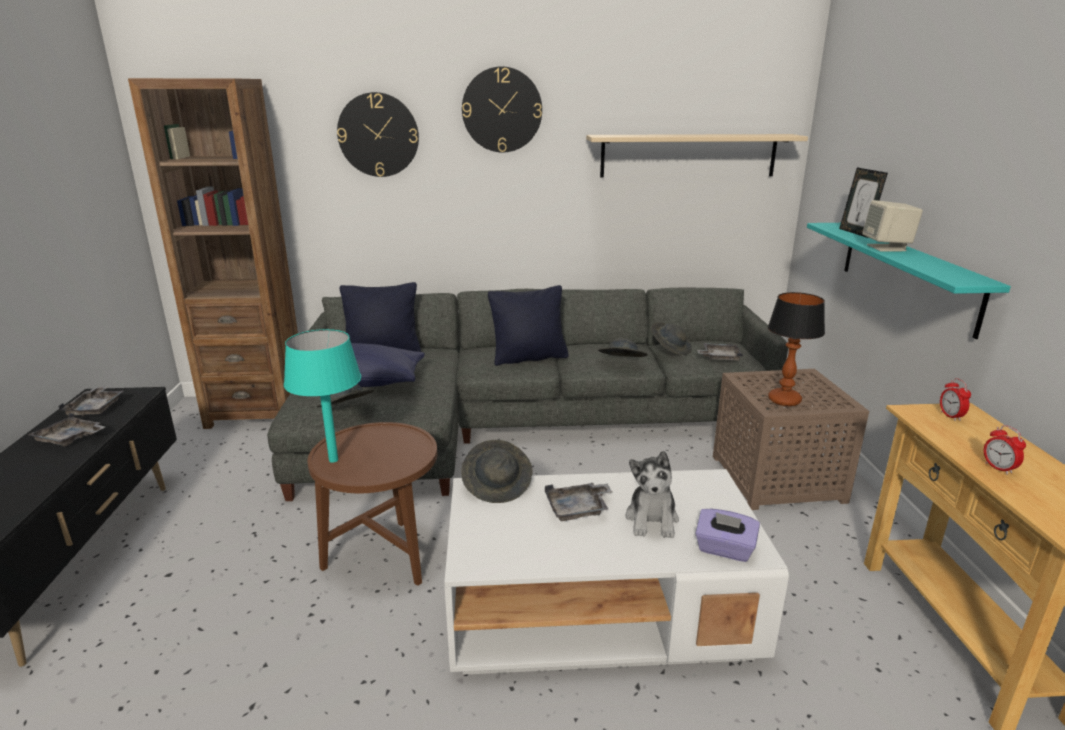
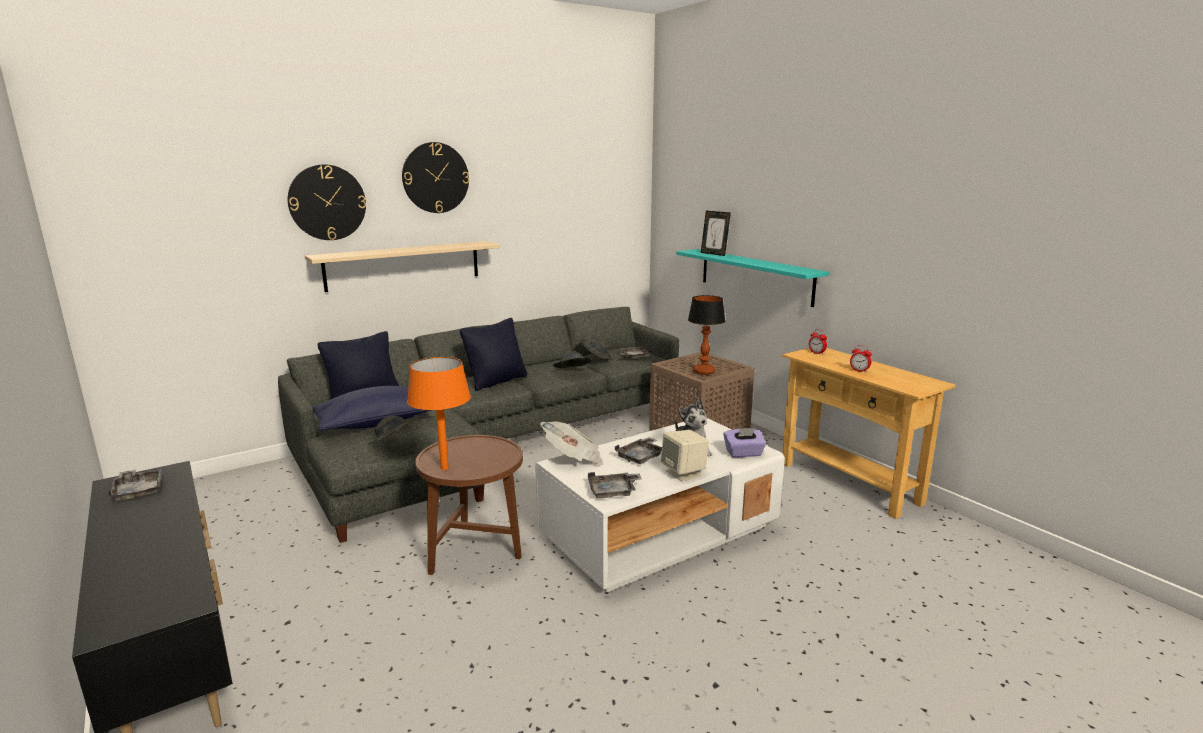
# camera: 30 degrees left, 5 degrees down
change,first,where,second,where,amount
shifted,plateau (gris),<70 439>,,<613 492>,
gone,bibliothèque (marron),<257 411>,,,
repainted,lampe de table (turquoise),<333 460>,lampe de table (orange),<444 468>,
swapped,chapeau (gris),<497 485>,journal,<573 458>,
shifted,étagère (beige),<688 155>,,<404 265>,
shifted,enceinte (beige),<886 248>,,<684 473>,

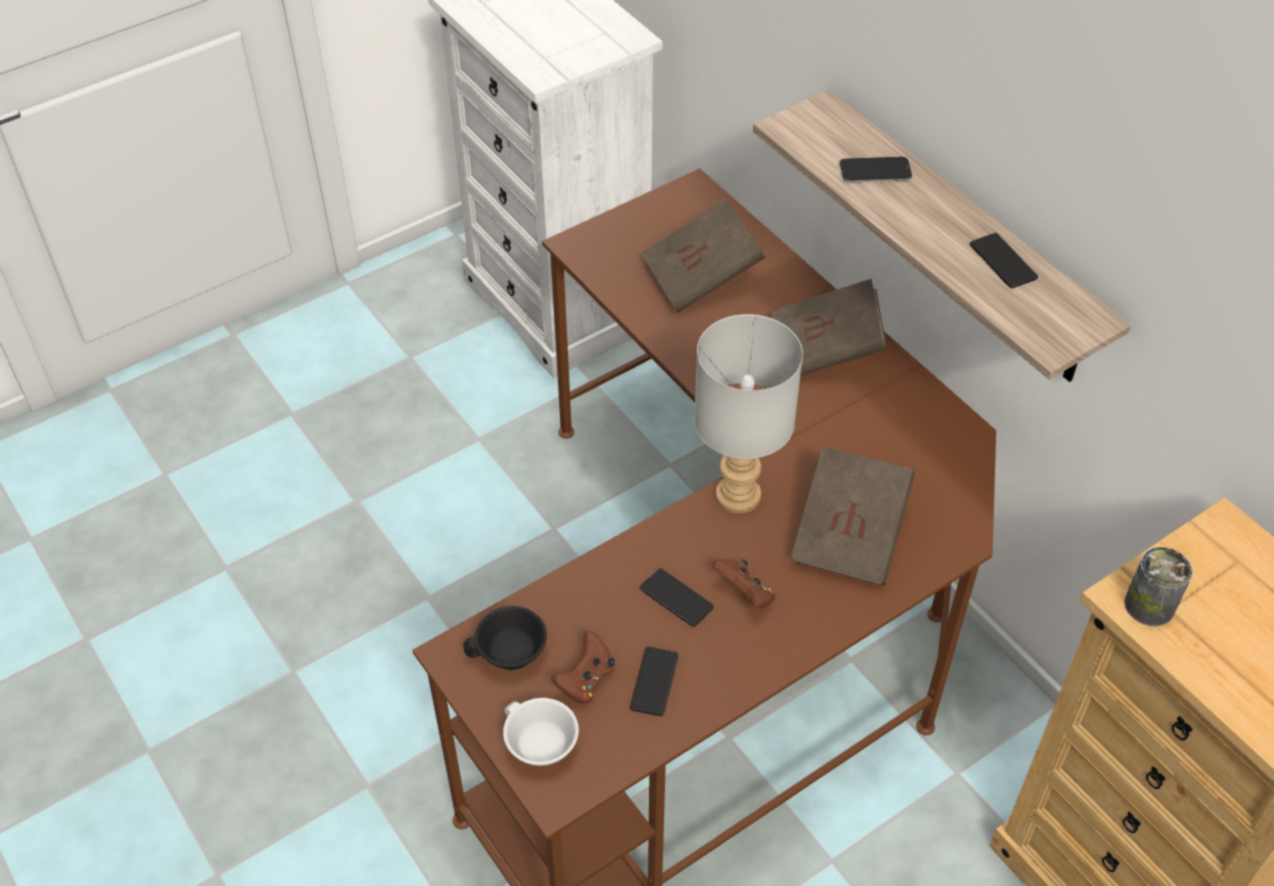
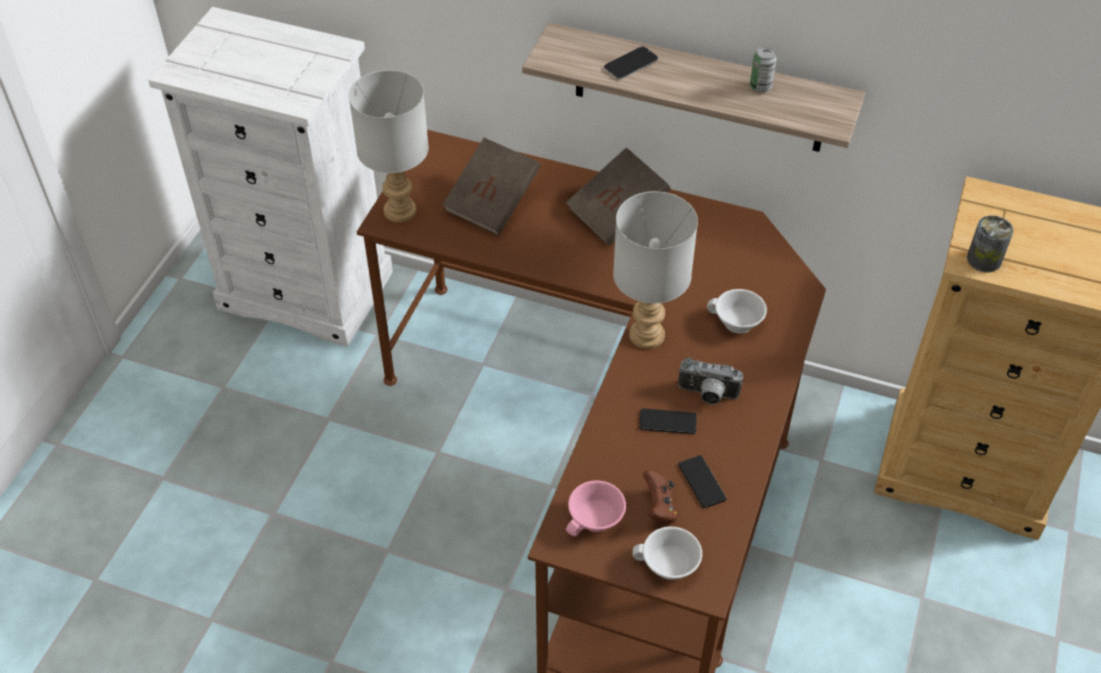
# camera: 35 degrees left, 0 degrees up
change,first,where,second,where,amount
repainted,tasse (noir),<510 655>,tasse (rose),<596 520>,
swapped,manette (marron),<745 594>,appareil photo,<707 395>,
swapped,livre (marron),<849 535>,tasse (blanc),<736 323>,
swapped,téléphone,<1003 261>,boîte métallique,<760 87>,
new,,,lampe de table (gris),<401 210>,

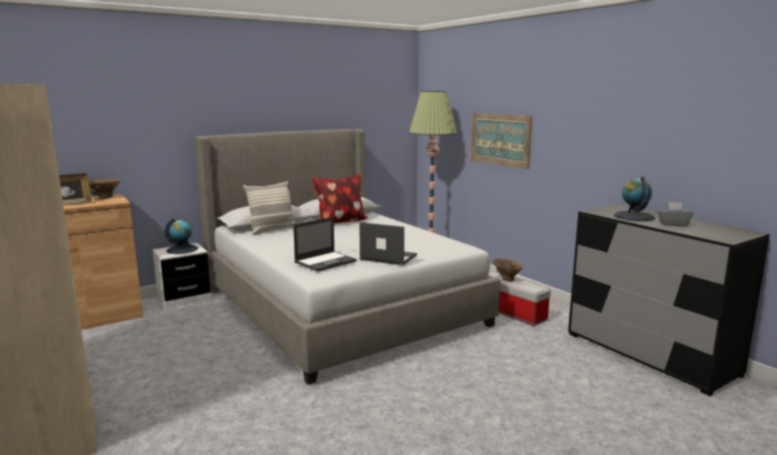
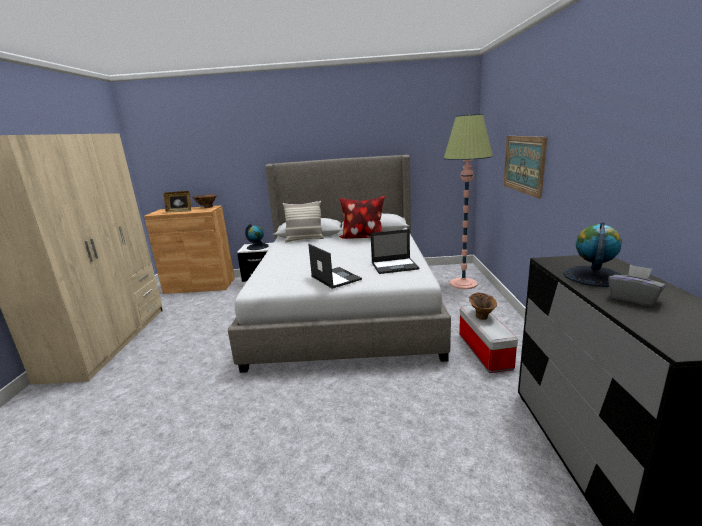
# camera: 35 degrees right, 5 degrees up
change,first,where,second,where,amount
shifted,ordinateur portable,<326 261>,,<395 266>,

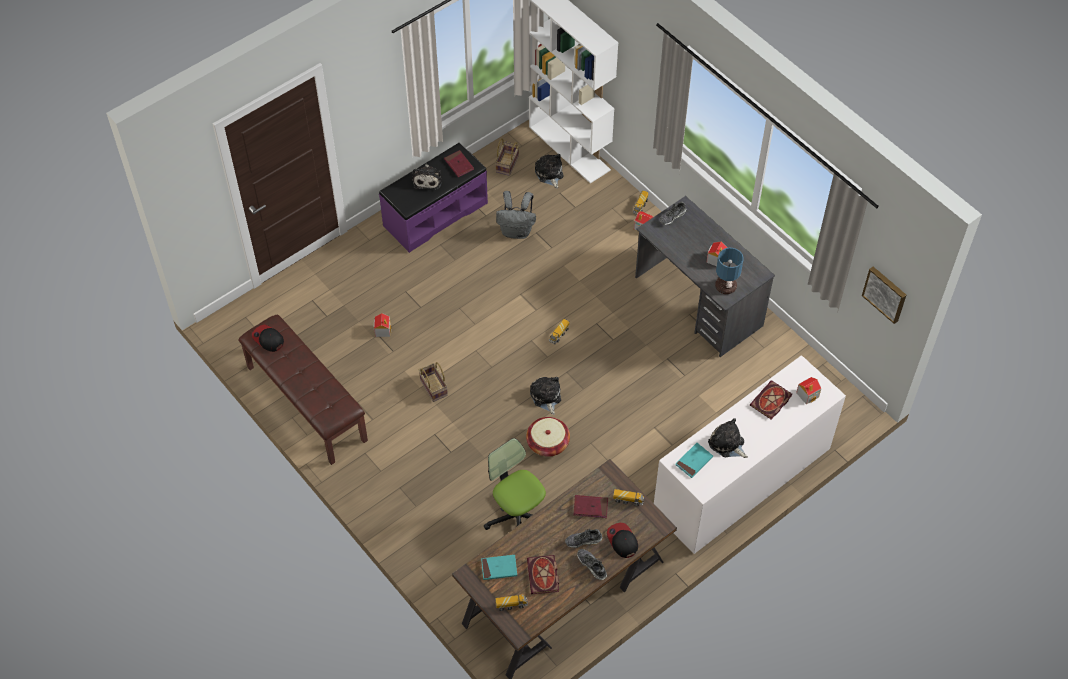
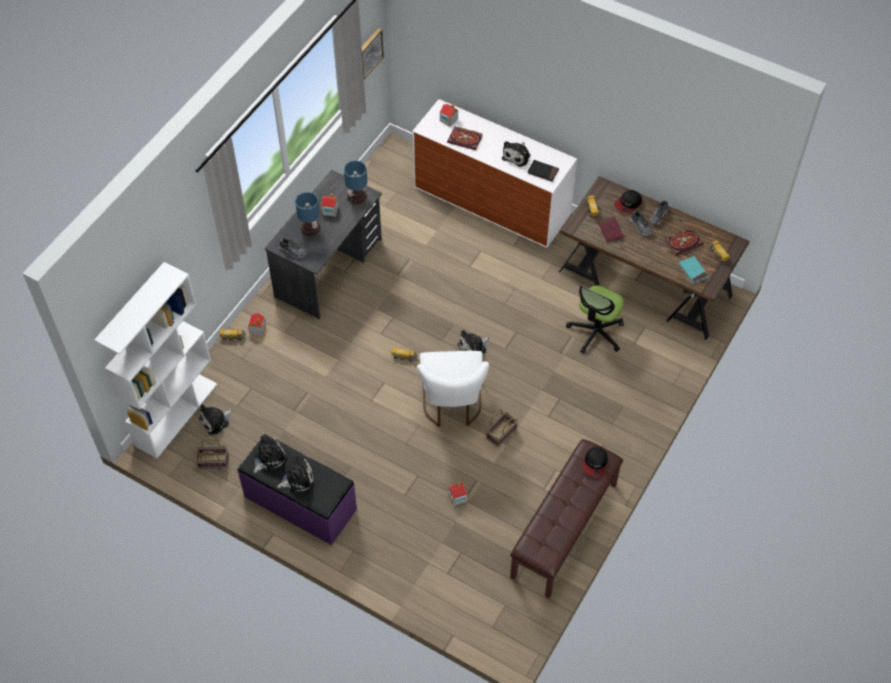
# camera: 110 degrees left, 0 degrees up
change,first,where,second,where,amount
shifted,casquette,<268 339>,,<595 463>,
swapped,livre (rouge),<459 165>,peluche,<269 457>,
gone,sac à dos (gris),<517 231>,,,
gone,panier,<548 443>,,,
repainted,livre (turquoise),<694 461>,livre (noir),<543 171>,
new,,,lampe de table,<309 229>,
new,,,chaise (blanc),<452 405>,

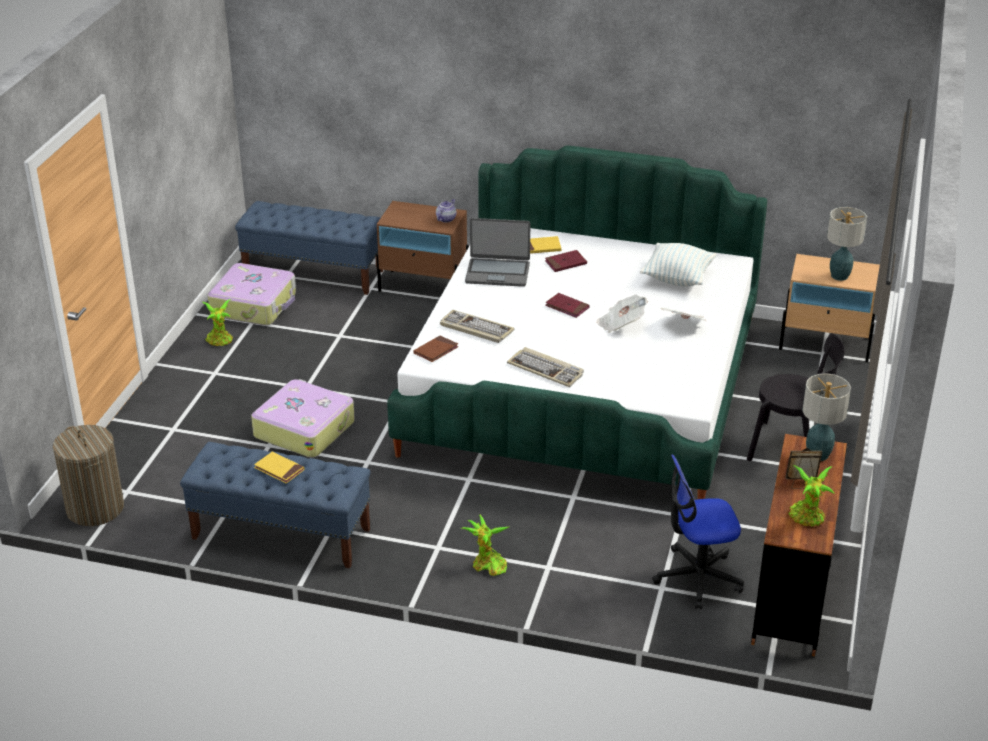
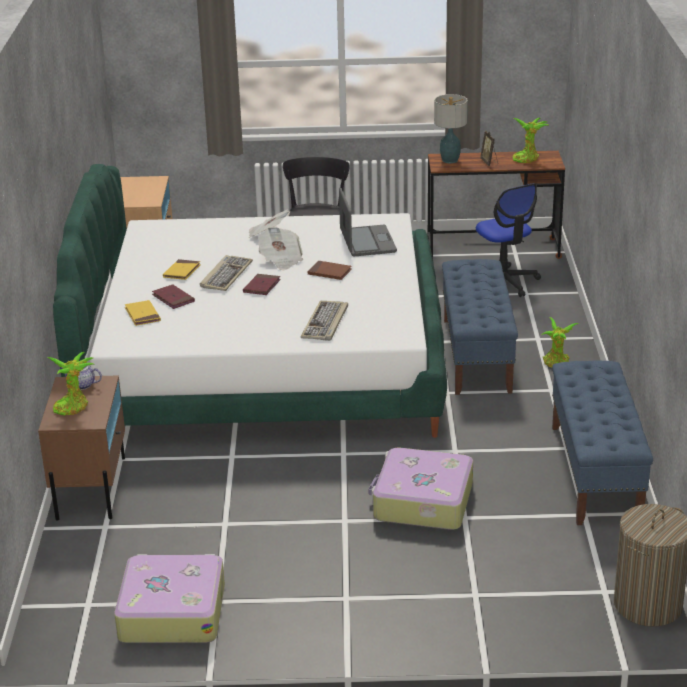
# camera: 105 degrees left, 5 degrees down
change,first,where,second,where,amount
shifted,plante en pot,<220 341>,,<73 406>,
shifted,banc (bleu),<314 273>,,<476 355>,
shifted,livre (jaune),<279 469>,,<182 271>,
shifted,livre (marron),<436 351>,,<329 272>,
shifted,ordinateur portable,<497 273>,,<367 242>,
shifted,clavier,<546 369>,,<226 275>,
gone,coussin,<677 278>,,,
gone,lampe de table,<839 276>,,,

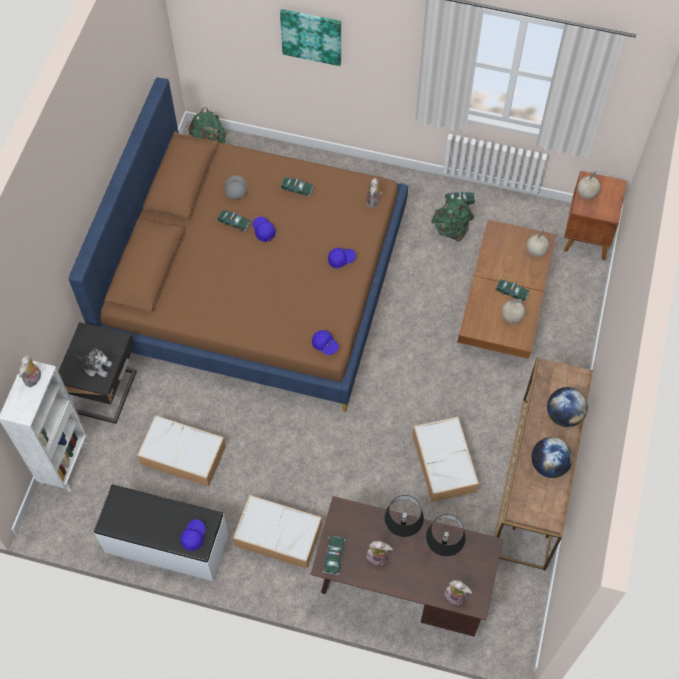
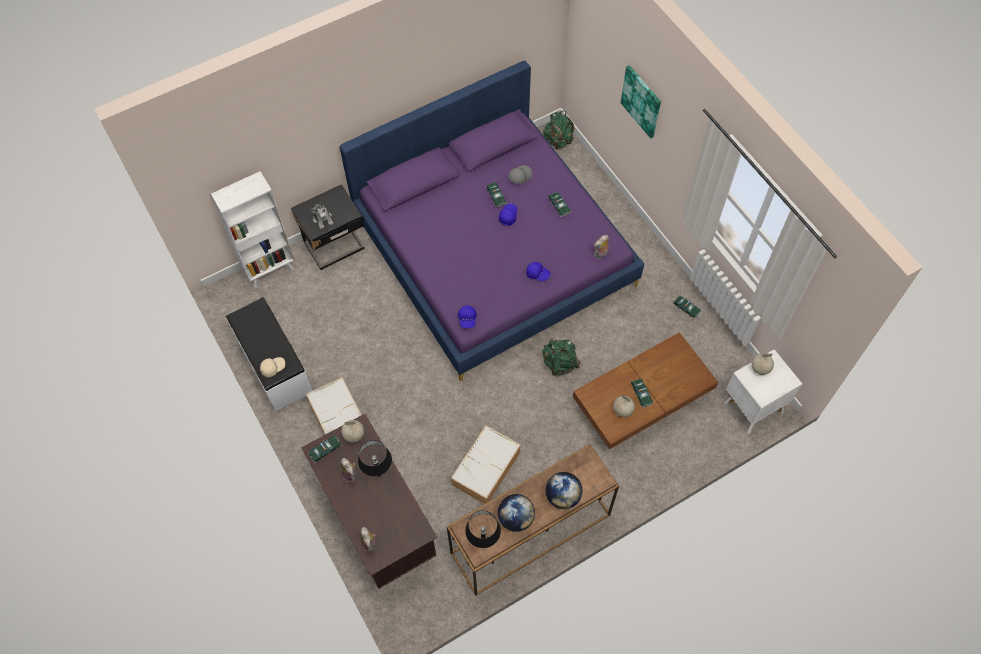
# camera: 45 degrees right, 0 degrees up
change,first,where,second,where,amount
gone,peluche,<34 379>,,,
repainted,lit (marron),<255 280>,lit (violet),<493 251>,
gone,boîte de rangement,<182 455>,,,
repainted,casquette (bleu),<193 536>,casquette (beige),<273 368>,
shifted,lampe de table (noir),<442 552>,,<483 543>,
shifted,sac à dos (vert),<451 229>,,<559 363>,
shifted,globe,<535 251>,,<353 435>,
repainted,table de chevet (marron),<586 237>,table de chevet (blanc),<752 407>,

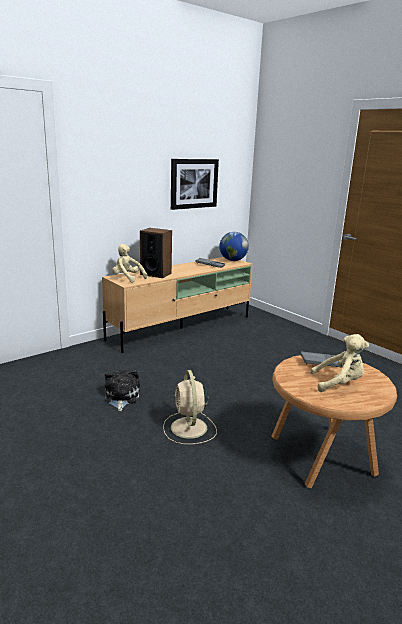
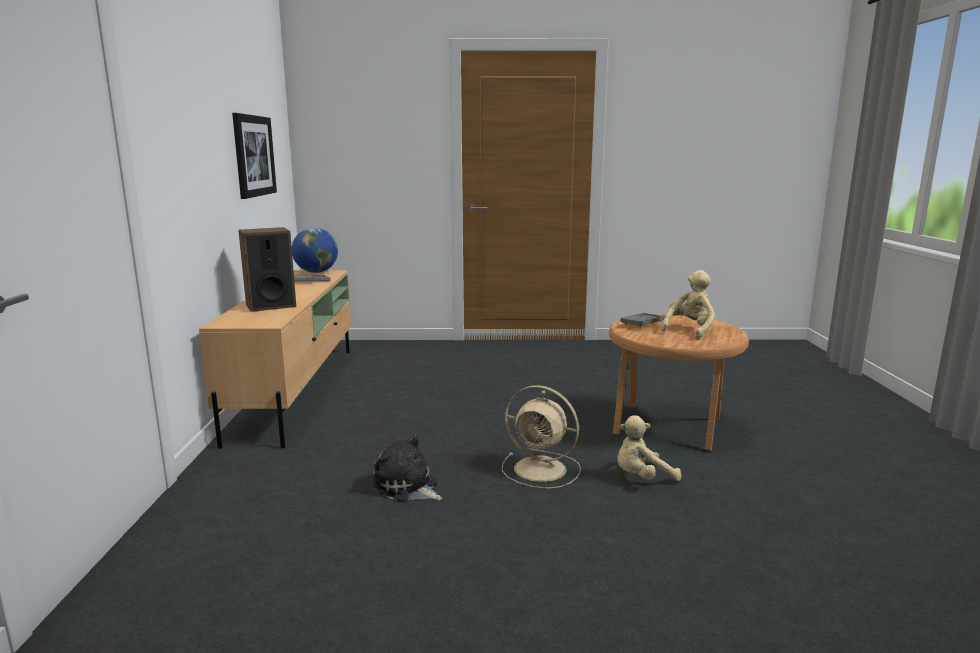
# camera: 50 degrees left, 5 degrees down
change,first,where,second,where,amount
shifted,peluche (beige),<127 278>,,<642 477>,

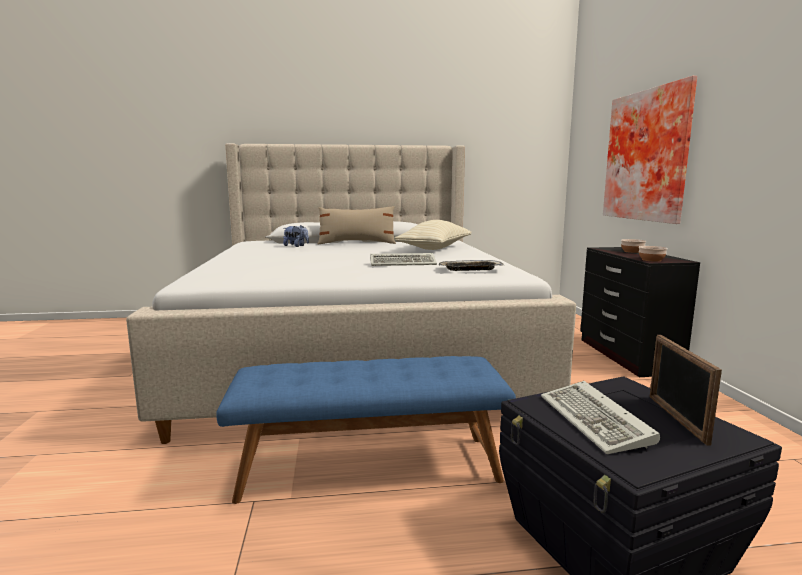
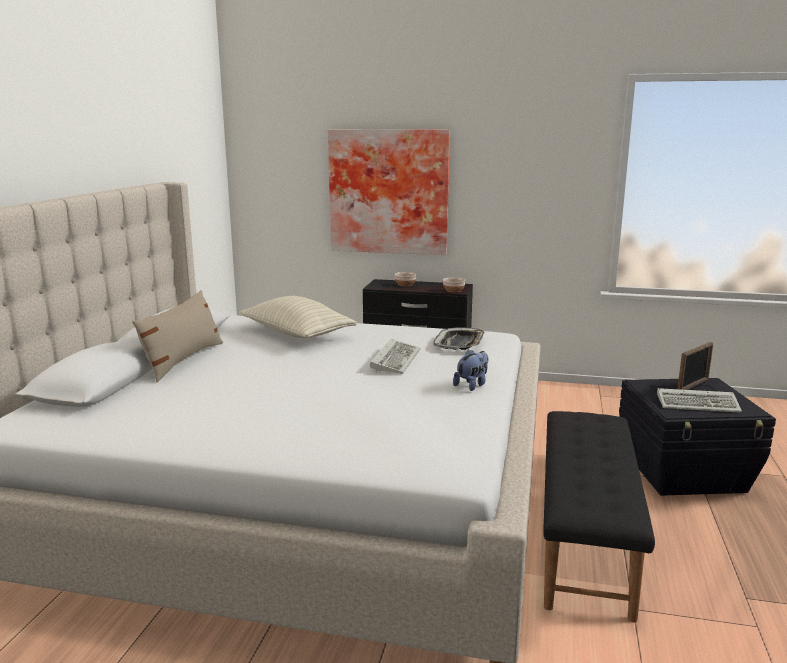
# camera: 70 degrees left, 5 degrees up
change,first,where,second,where,amount
repainted,banc (bleu),<369 466>,banc (noir),<583 539>,
shifted,peluche,<296 246>,,<472 385>,
rotated,cadre photo,<676 419>,,<693 386>,60 degrees counterclockwise

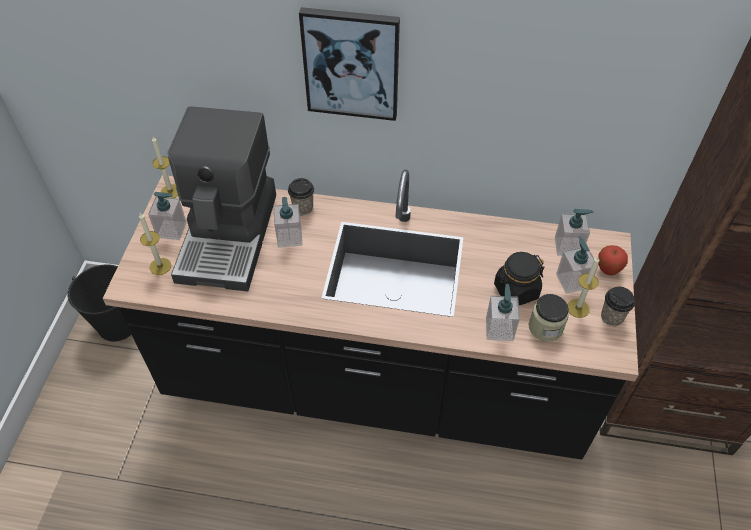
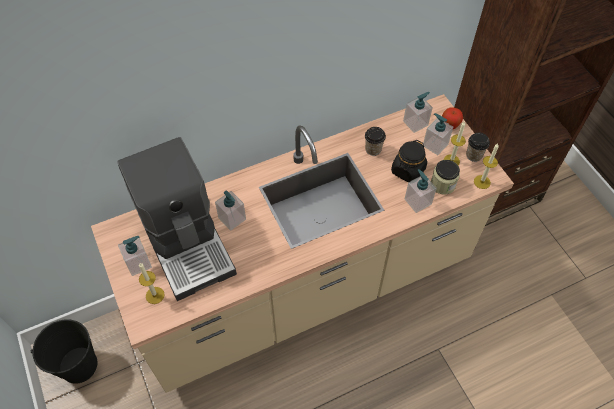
# camera: 35 degrees left, 5 degrees up
change,first,where,second,where,amount
repainted,comptoir de cuisine (noir),<375 384>,comptoir de cuisine (beige),<306 289>,
shifted,bougie,<170 191>,,<482 182>,
shifted,tasse,<303 208>,,<373 149>,
gone,tableau,<351 64>,,,

